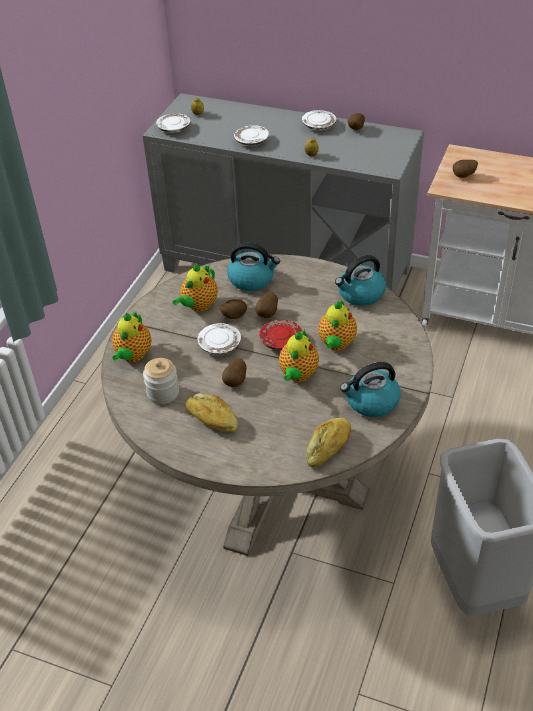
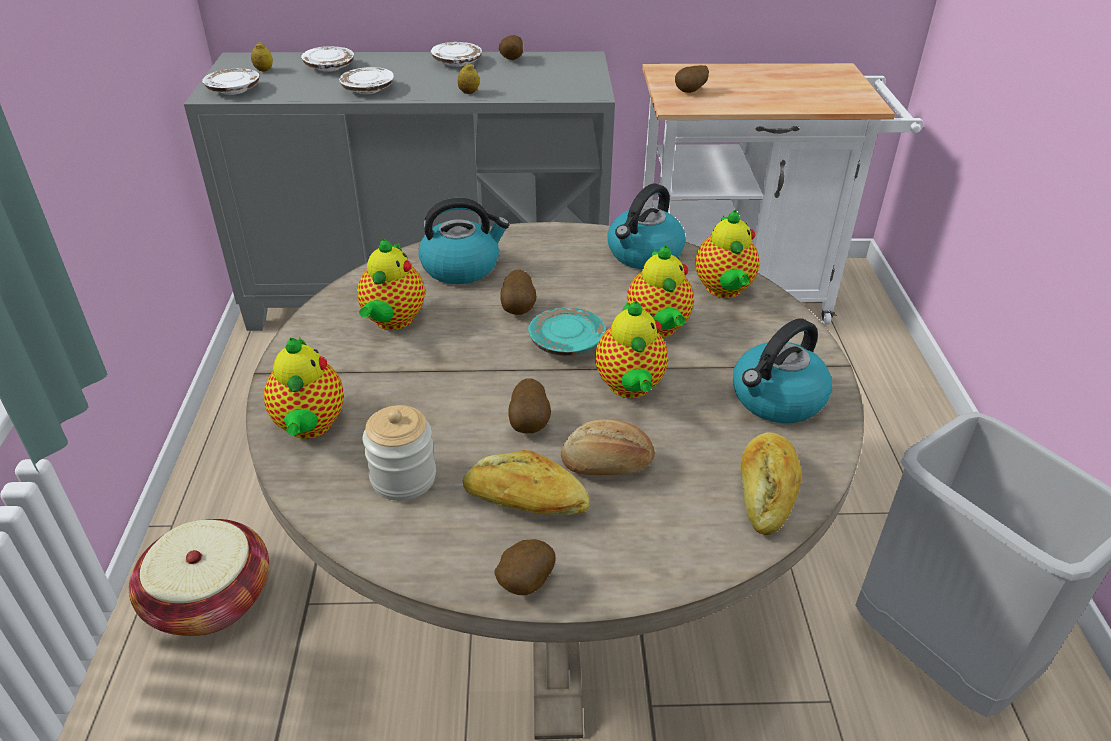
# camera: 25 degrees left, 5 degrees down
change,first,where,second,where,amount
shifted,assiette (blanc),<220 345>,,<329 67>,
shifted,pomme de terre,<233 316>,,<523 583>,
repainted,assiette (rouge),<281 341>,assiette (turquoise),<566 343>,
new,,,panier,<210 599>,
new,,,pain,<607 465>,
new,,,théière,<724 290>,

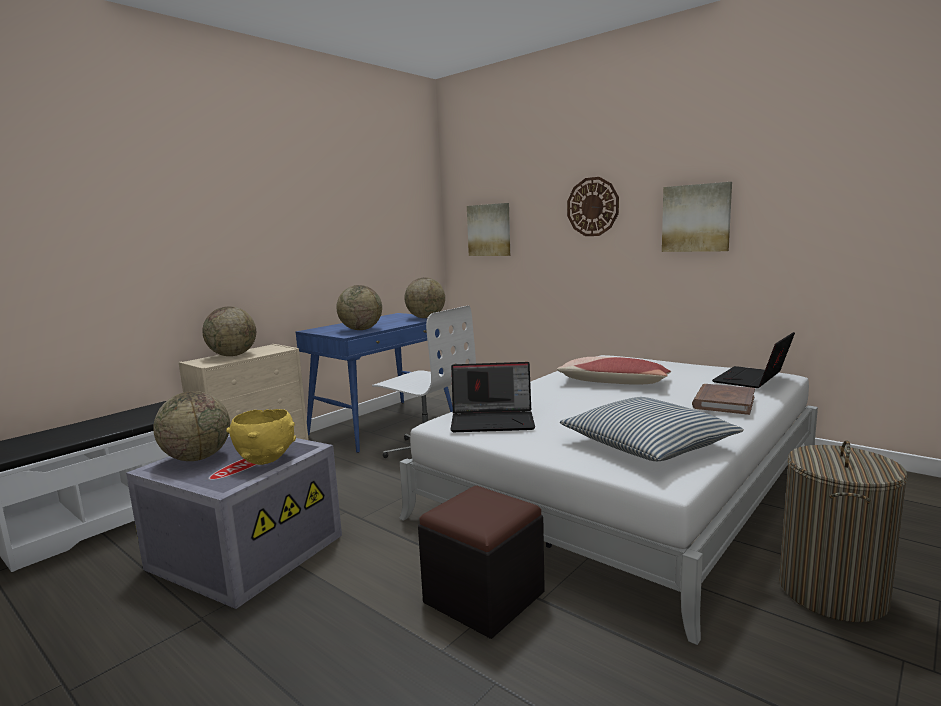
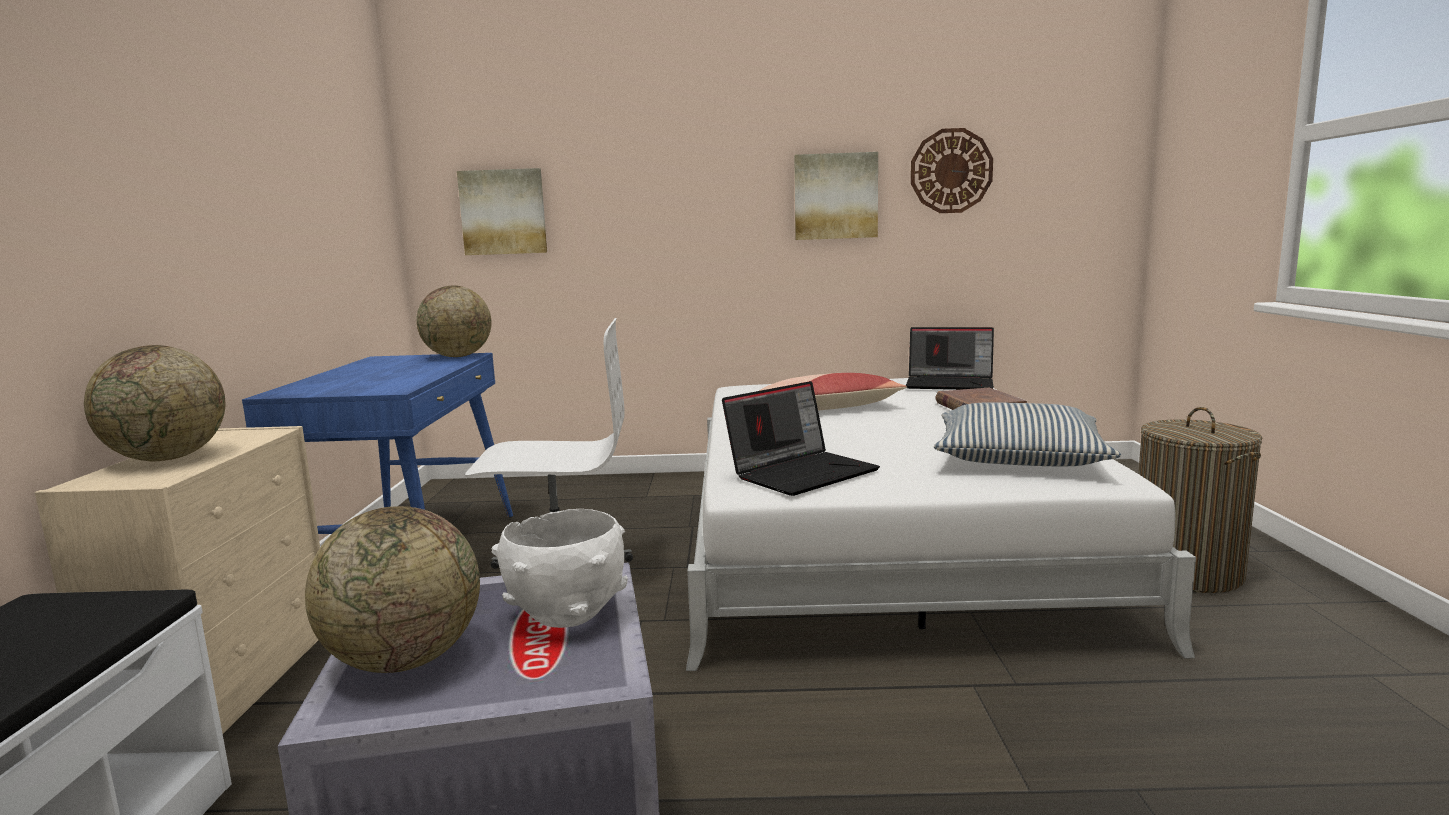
# camera: 40 degrees left, 0 degrees up
change,first,where,second,where,amount
repainted,bol (jaune),<266 459>,bol (blanc),<567 615>,
gone,globe,<361 329>,,,
gone,pouf (noir),<484 597>,,,
shifted,horloge murale,<592 207>,,<951 171>,
rotated,ordinateur portable,<752 379>,,<951 384>,75 degrees counterclockwise

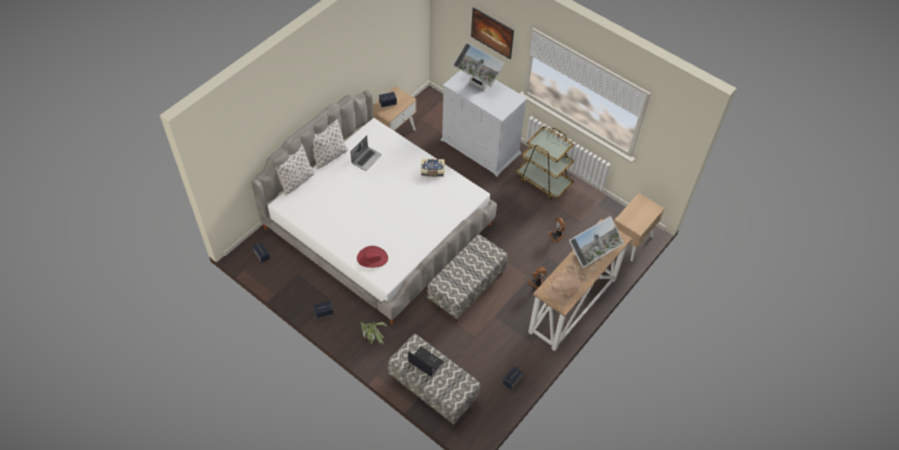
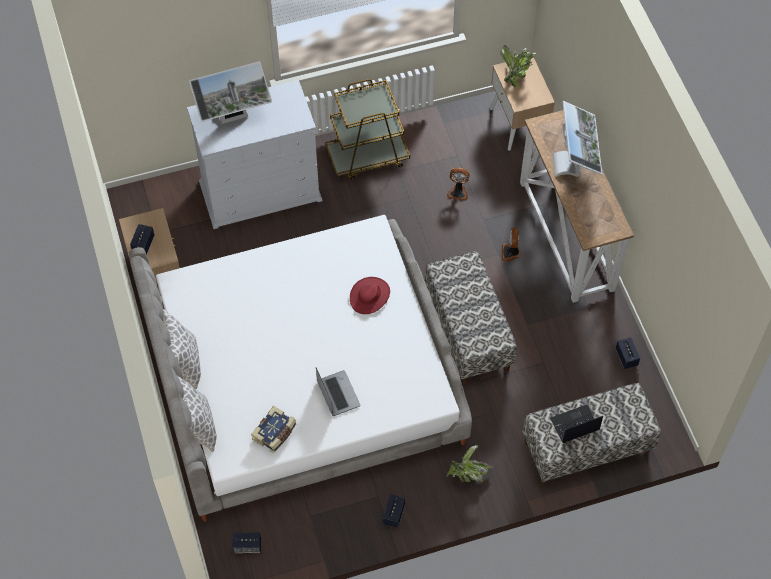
# camera: 55 degrees left, 5 degrees up
change,first,where,second,where,amount
shifted,ordinateur portable,<366 159>,,<337 393>,
shifted,chapeau (rouge),<372 258>,,<370 296>,
shifted,livre,<432 171>,,<275 433>,
gone,tableau,<491 40>,,,
new,,,plante en pot,<516 74>,

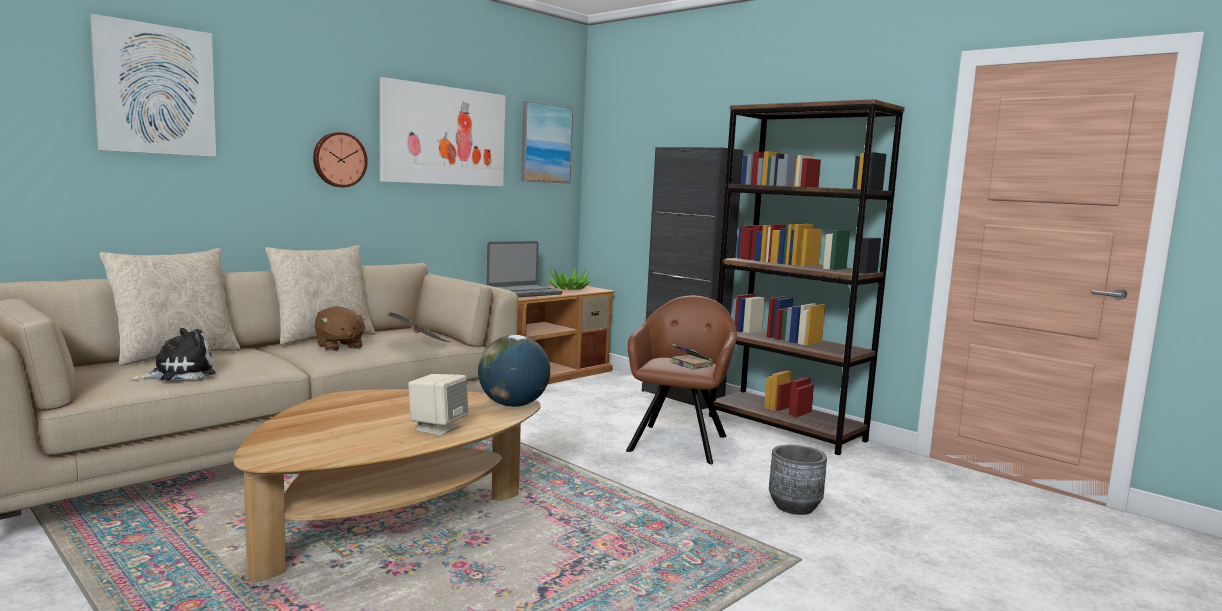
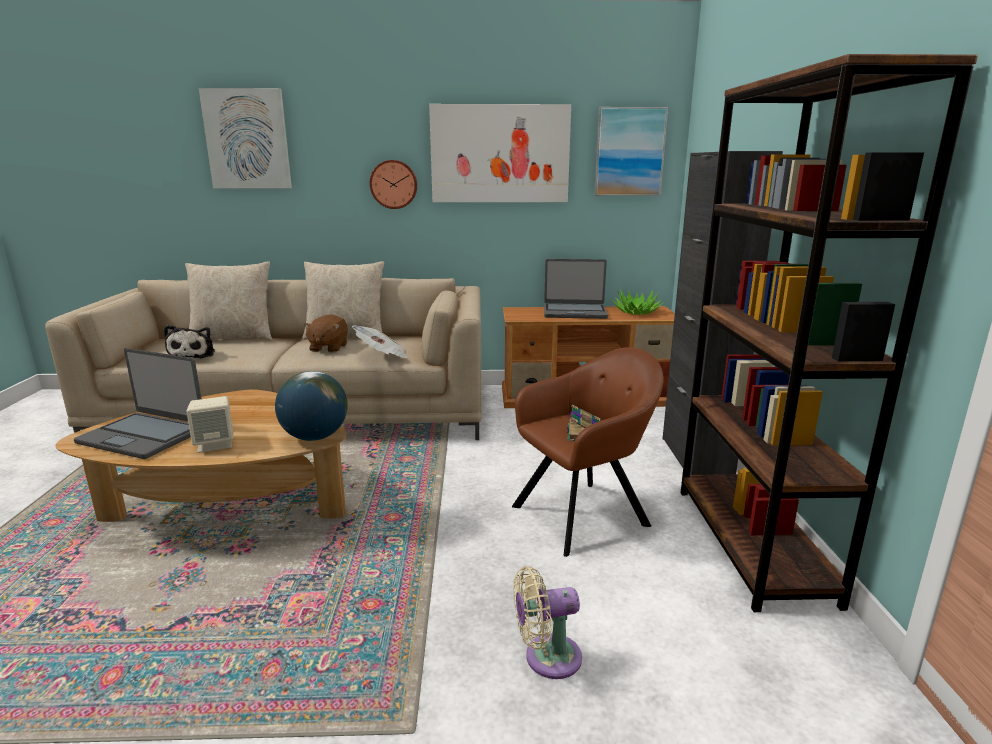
# camera: 45 degrees right, 10 degrees up
change,first,where,second,where,amount
rotated,peluche,<179 373>,,<193 355>,75 degrees clockwise
swapped,cache-pot (gris),<794 507>,ventilateur (beige),<547 657>,
new,,,ordinateur portable,<143 436>,

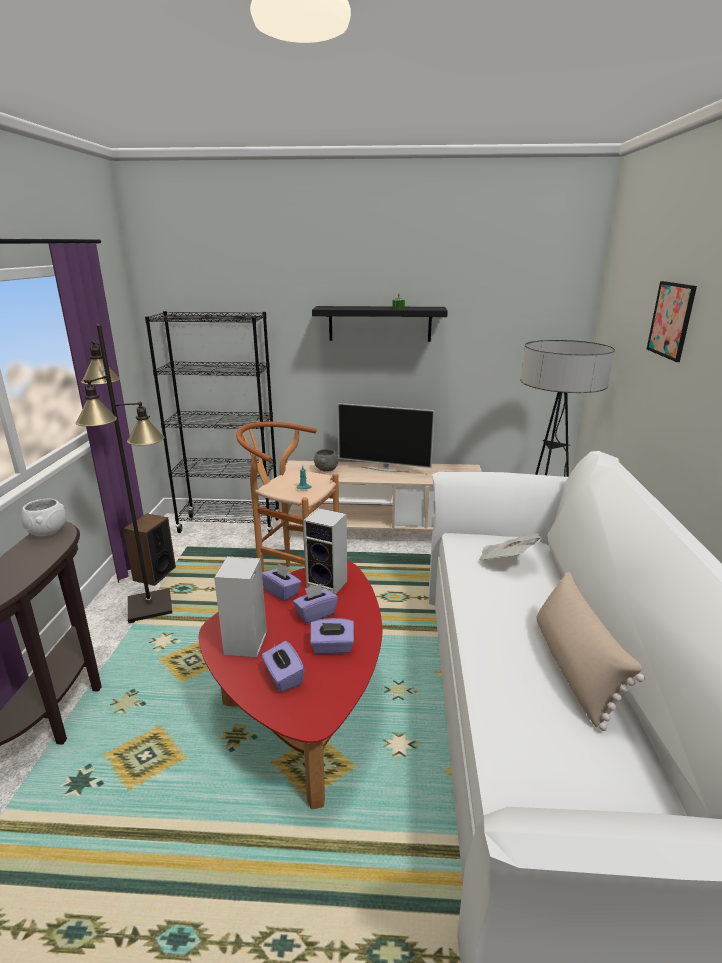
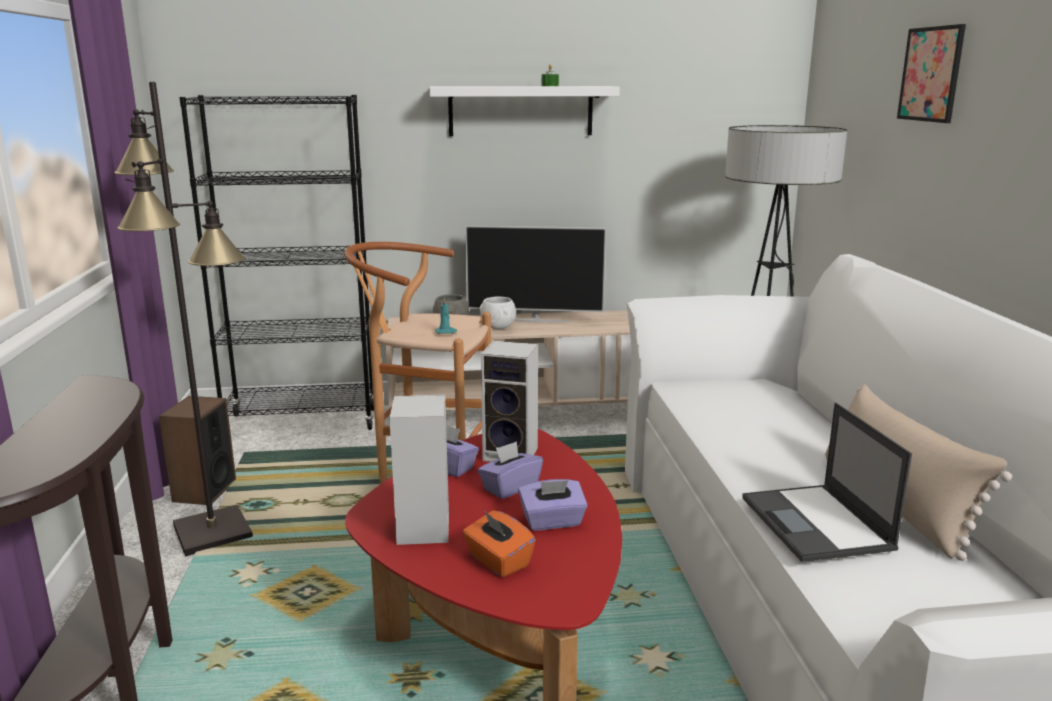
# camera: 10 degrees left, 5 degrees down
change,first,where,second,where,amount
shifted,bol (blanc),<47 532>,,<497 328>,
repainted,boîte à mouchoirs (violet),<283 677>,boîte à mouchoirs (orange),<498 561>,
repainted,étagère (noir),<380 323>,étagère (blanc),<520 111>,
gone,journal,<506 560>,,,
new,,,ordinateur portable,<817 524>,

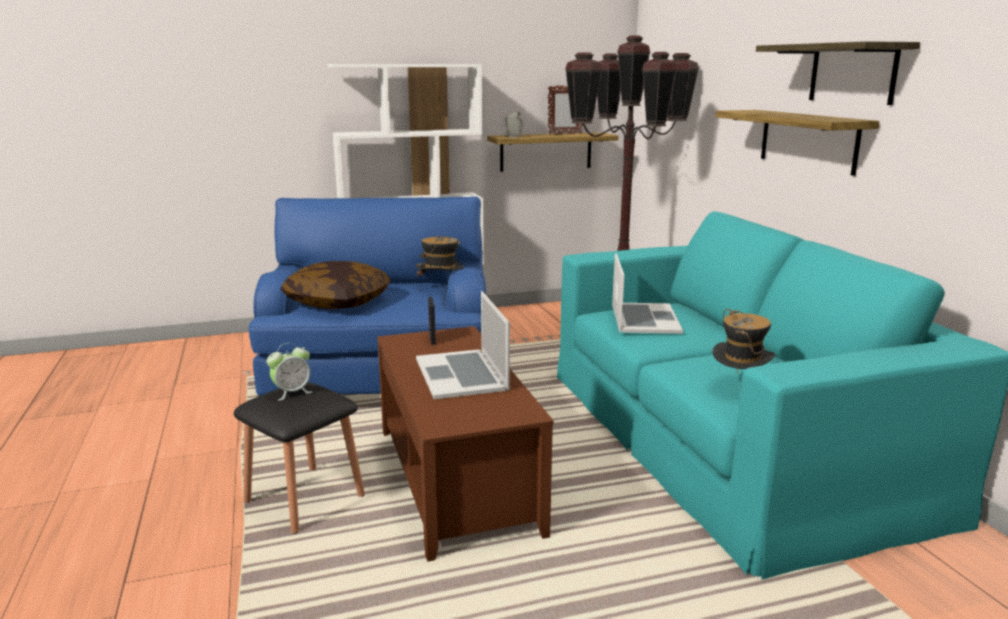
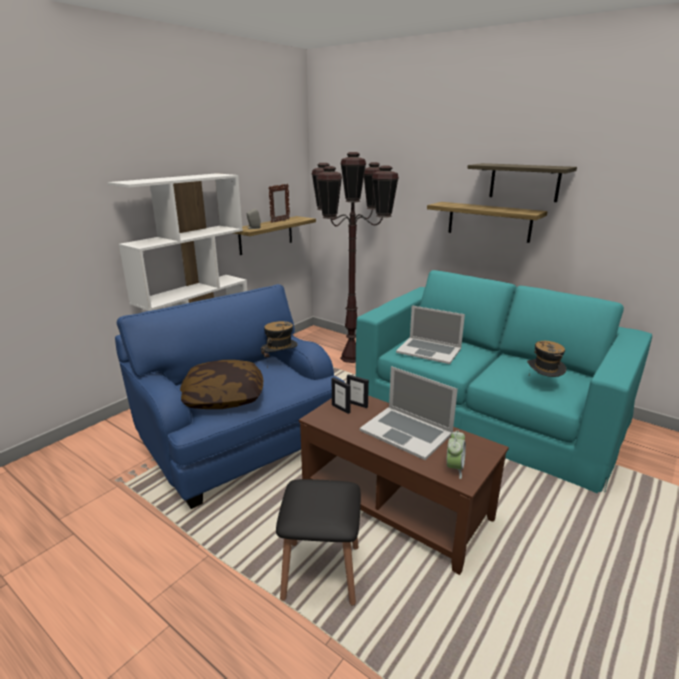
# camera: 35 degrees left, 5 degrees up
change,first,where,second,where,amount
shifted,réveil,<292 393>,,<454 468>,
rotated,ordinateur portable,<644 319>,,<429 350>,150 degrees clockwise
new,,,cadre photo,<357 404>,

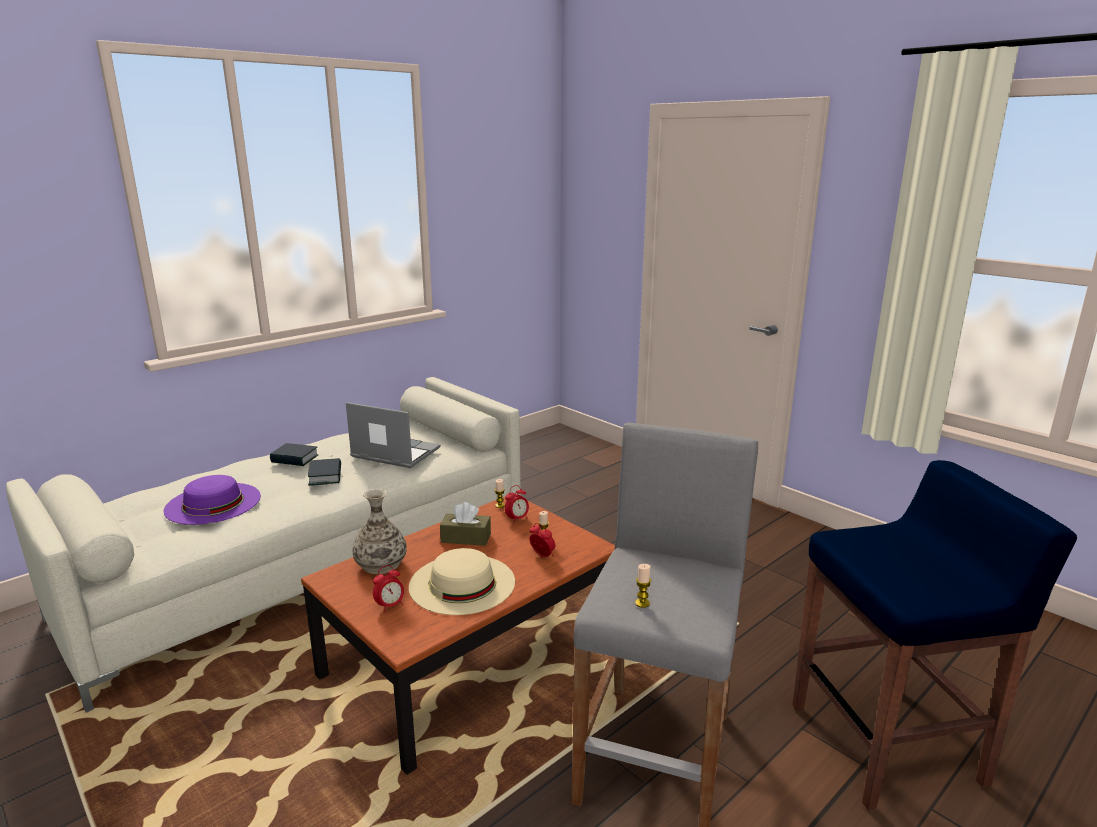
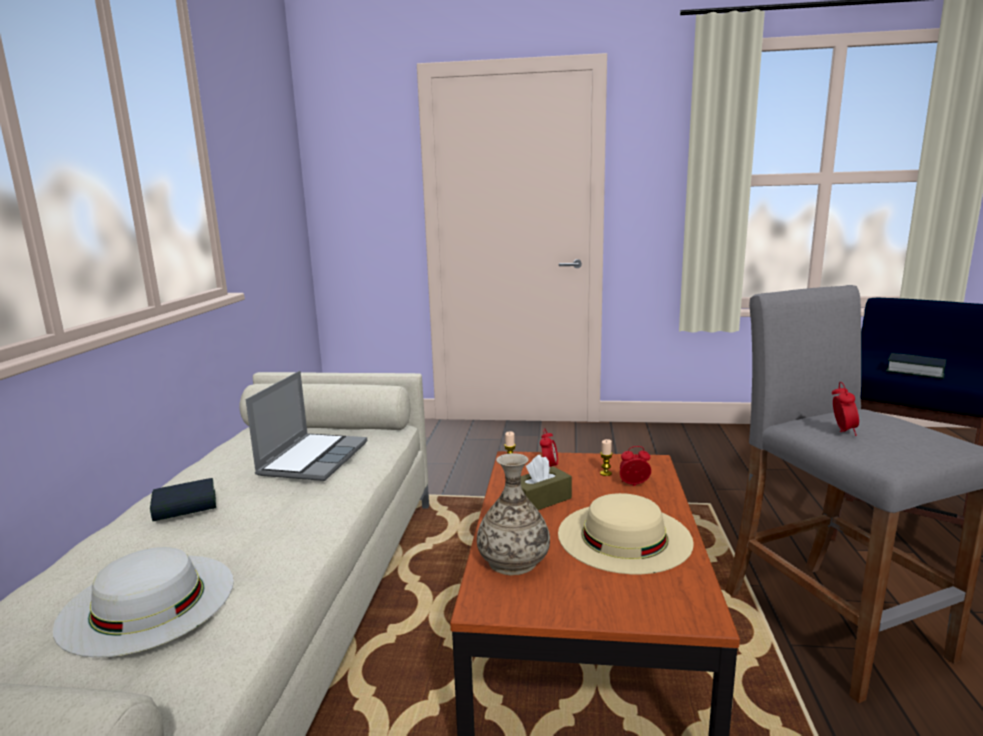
# camera: 40 degrees left, 5 degrees down
change,first,where,second,where,amount
repainted,chapeau (violet),<213 503>,chapeau (blanc),<148 601>,
shifted,livre,<325 476>,,<915 371>,
rotated,ordinateur portable,<394 453>,,<313 458>,120 degrees clockwise
shifted,réveil,<390 606>,,<842 431>,
gone,bougie,<642 603>,,,

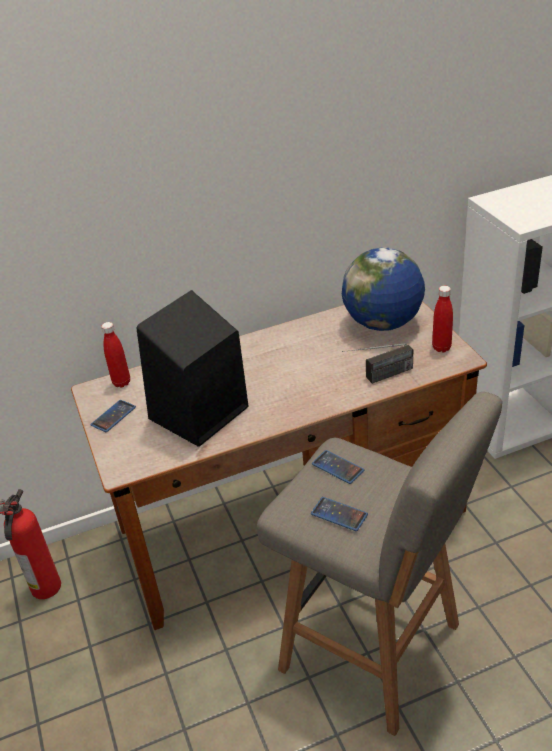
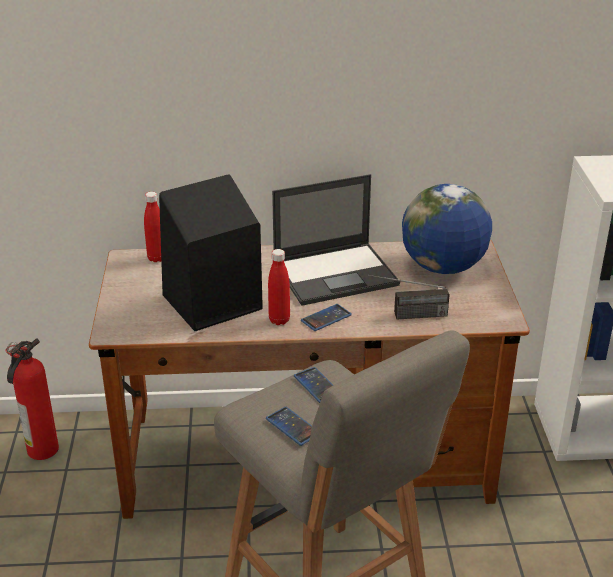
# camera: 15 degrees right, 5 degrees down
change,first,where,second,where,amount
shifted,téléphone,<113 416>,,<326 318>,
shifted,bouteille (rouge),<441 348>,,<279 320>,
new,,,ordinateur portable,<336 273>,

